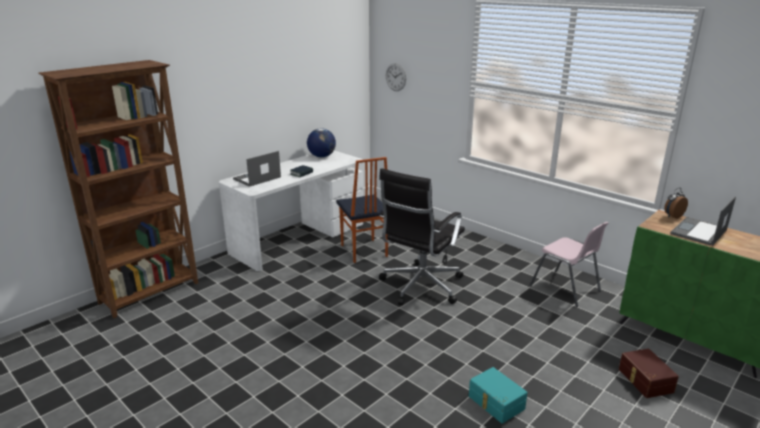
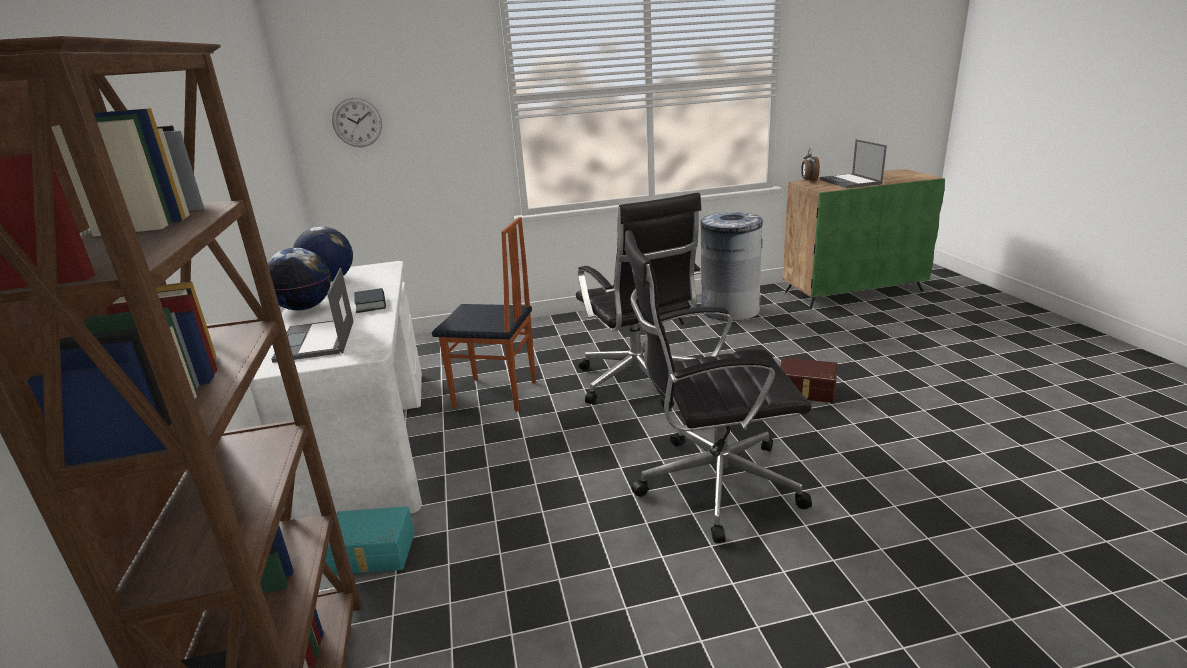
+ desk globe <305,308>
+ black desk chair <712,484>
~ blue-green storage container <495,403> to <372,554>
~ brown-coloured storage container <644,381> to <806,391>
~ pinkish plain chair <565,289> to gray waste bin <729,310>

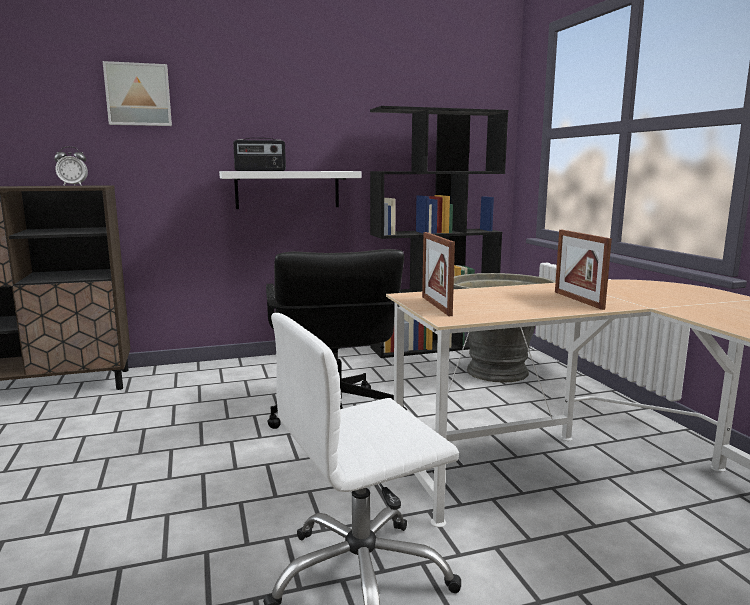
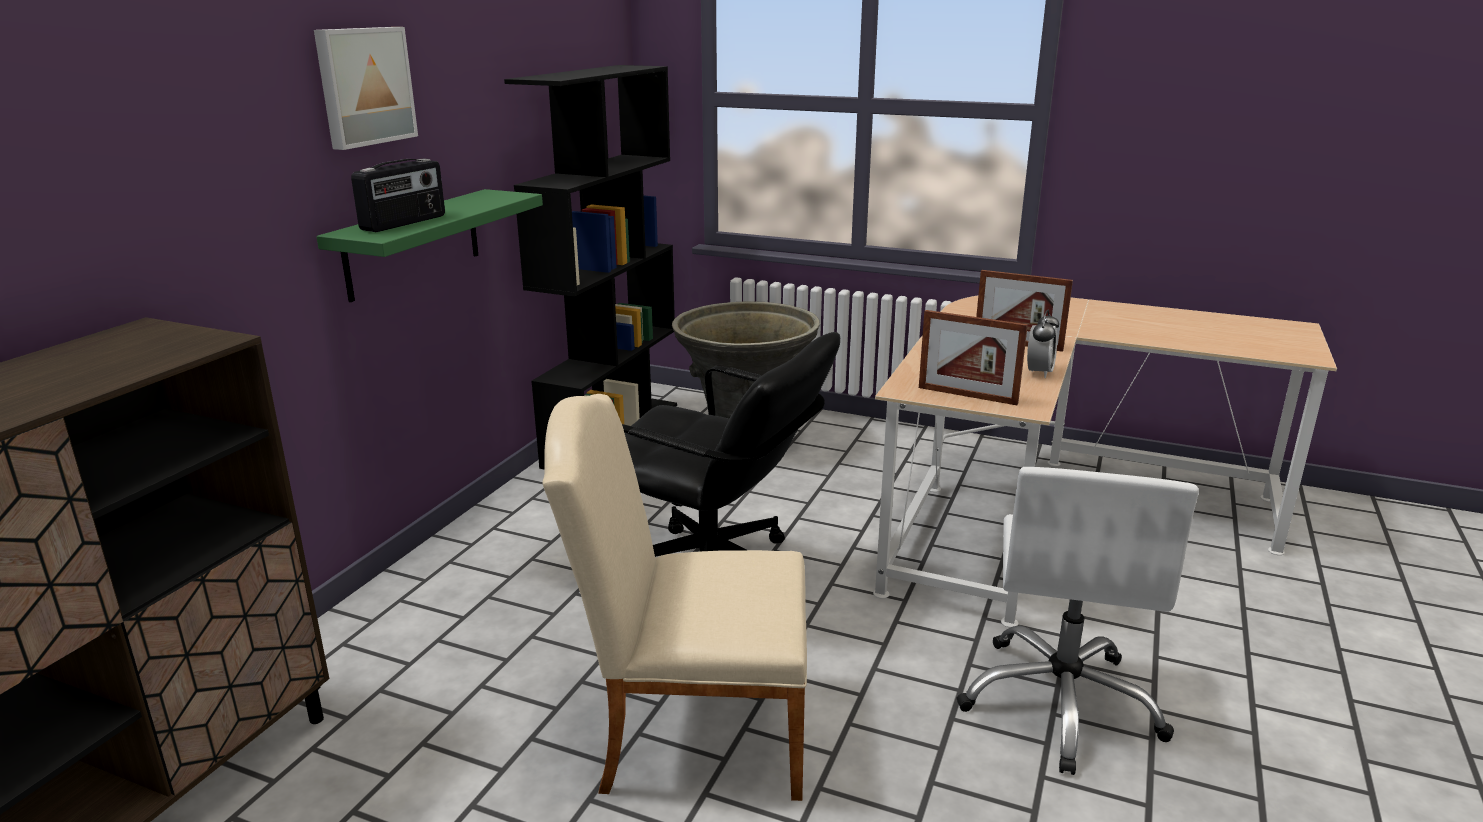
+ sand-coloured plain chair <689,730>
~ table clock <73,185> to <1039,372>
~ picture <138,95> to <364,86>
~ white shelf <287,189> to green-coloured shelf <413,243>

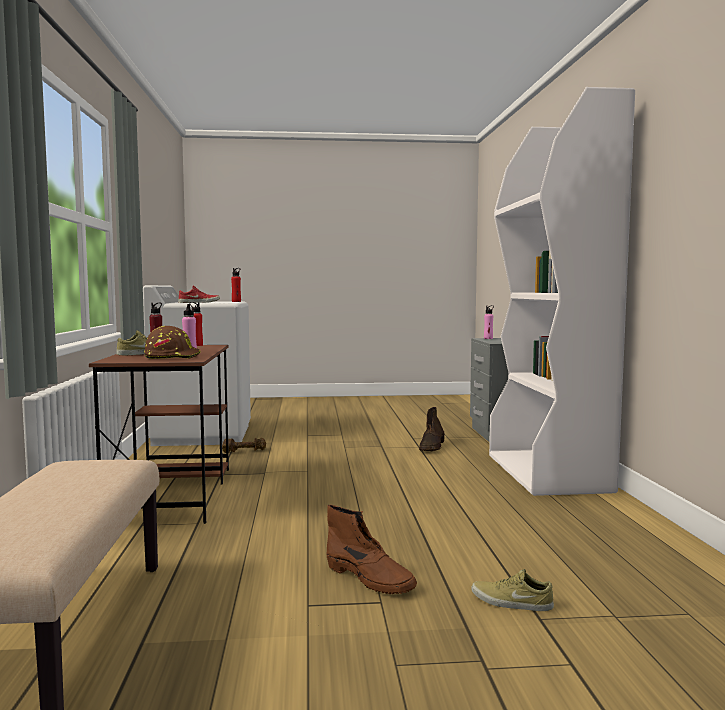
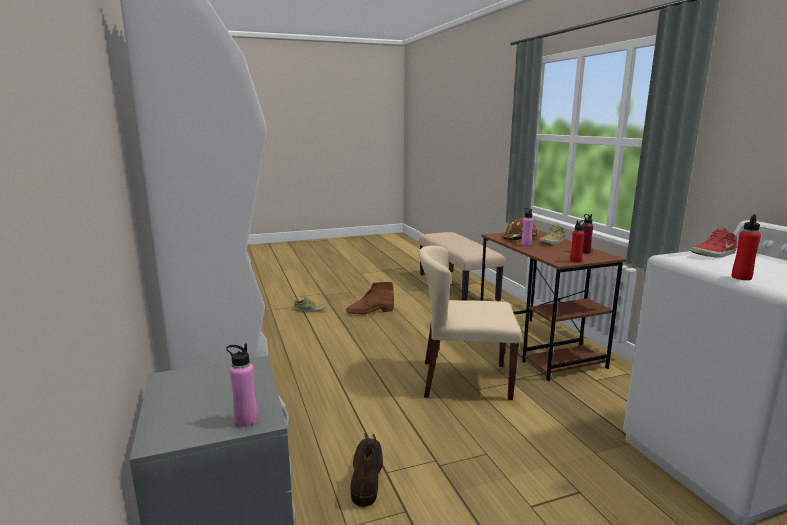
- brown-coloured hand weight <244,451>
+ sand-coloured plain chair <464,380>
~ brown-coloured high-top boot <370,578> = <369,311> 45 degrees counterclockwise

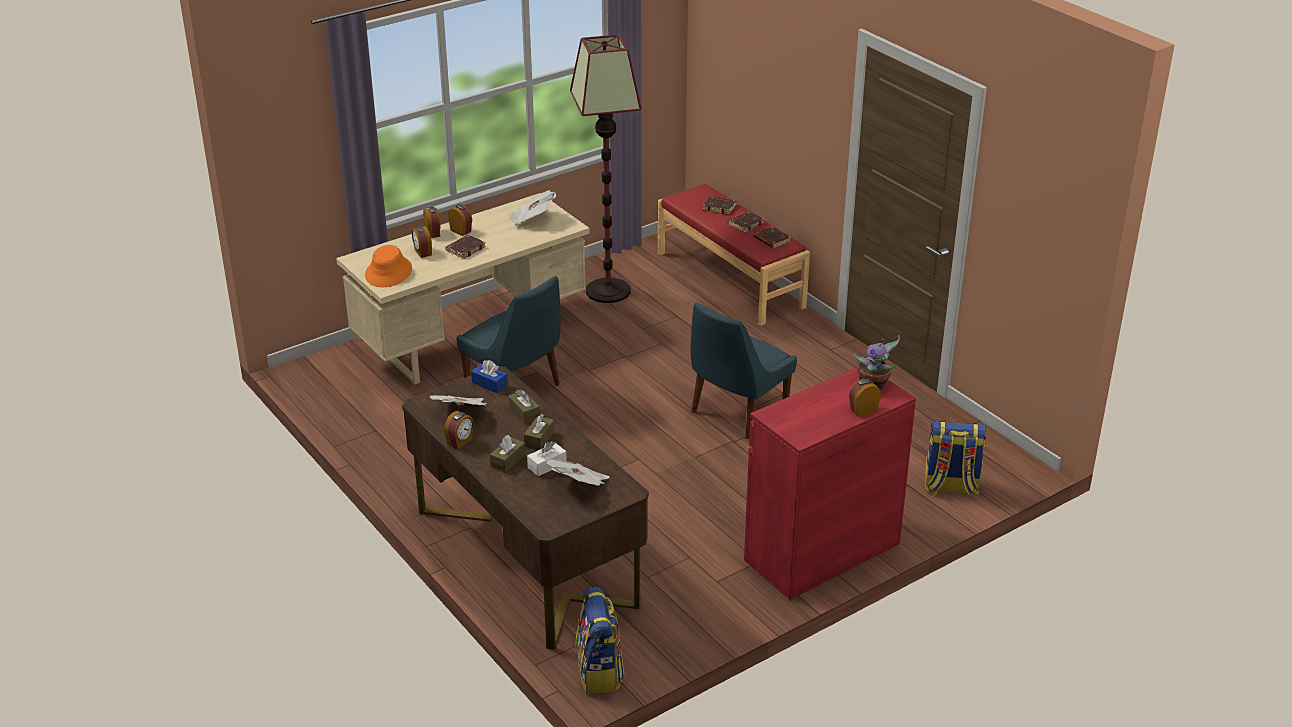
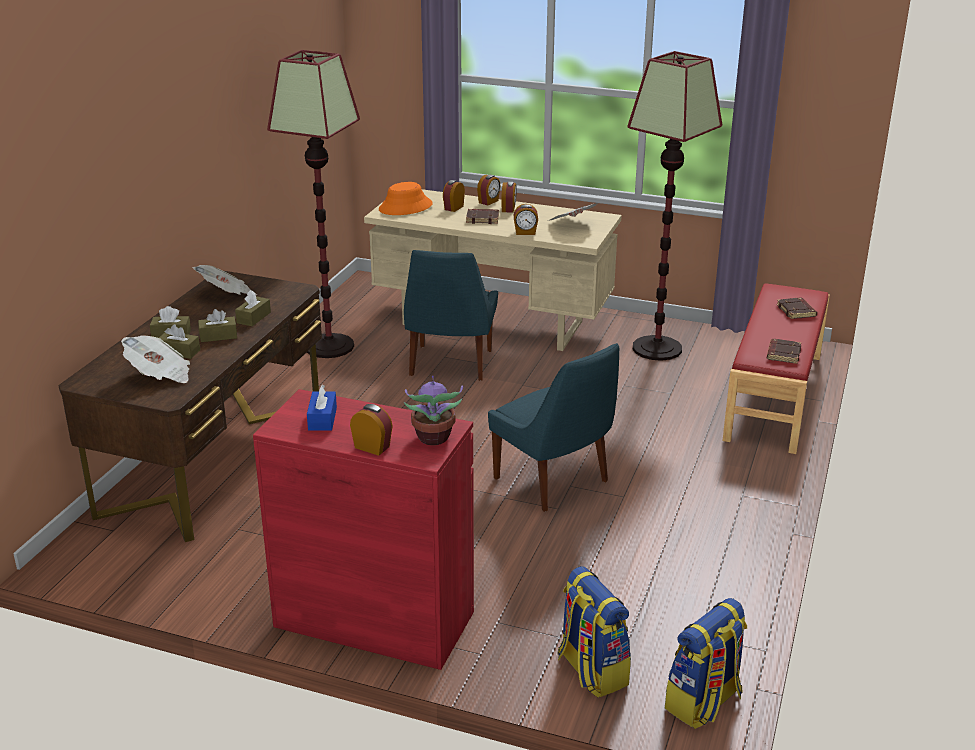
- brown-coloured book <745,224>
+ floor lamp <329,346>
~ table clock <460,441> to <525,232>
~ blue box of tissues <489,384> to <322,419>
~ rucksack <600,672> to <703,703>
~ white box of tissues <547,465> to brown-coloured box of tissues <179,352>
~ blue plain chair <736,413> = <554,482> 135 degrees counterclockwise

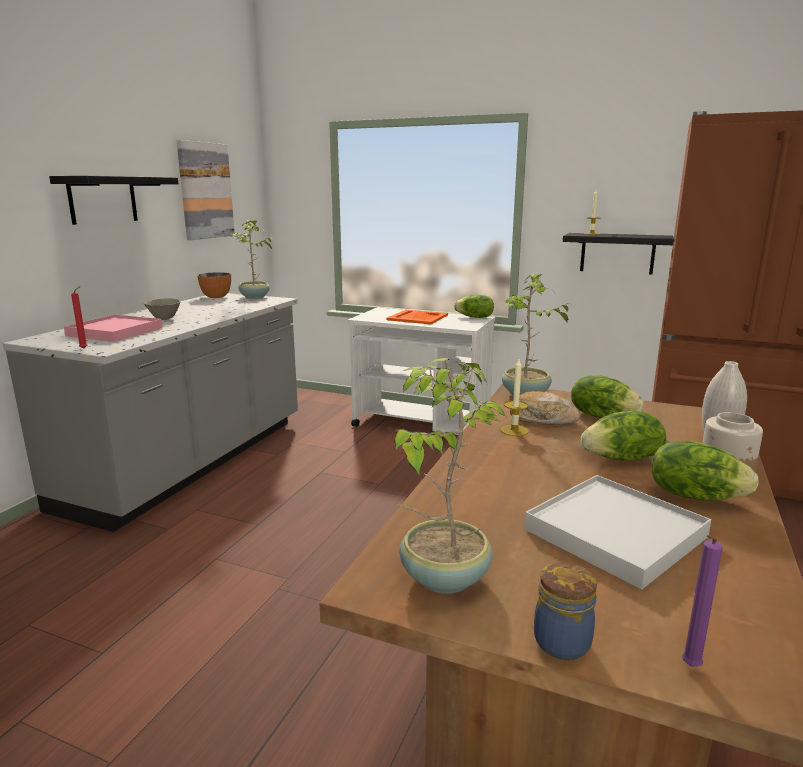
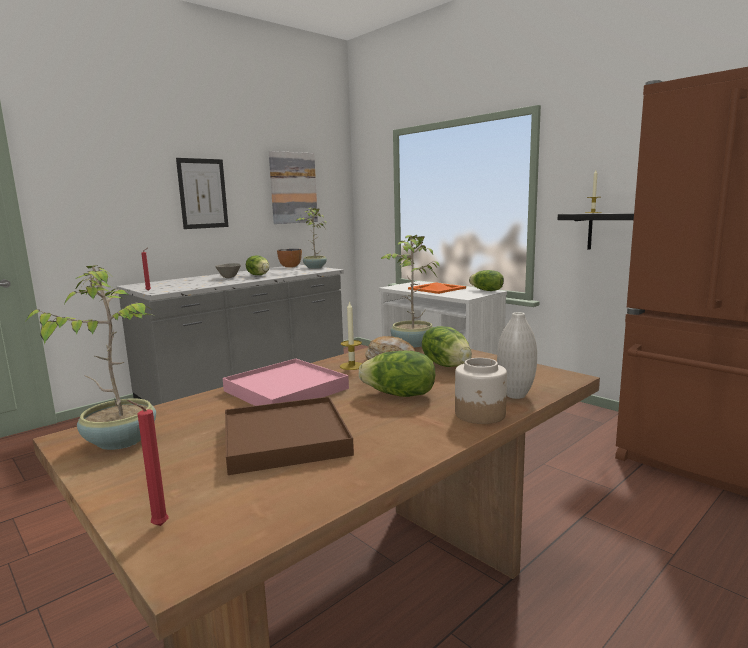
- preserve jar <562,640>
~ pinkish tray <115,332> to <286,390>
~ lettuce <694,495> to <259,275>
~ black shelf <103,199> to picture <203,193>
~ white tray <615,533> to brown-coloured tray <286,439>
~ purple candle <689,667> to red-coloured candle <157,526>

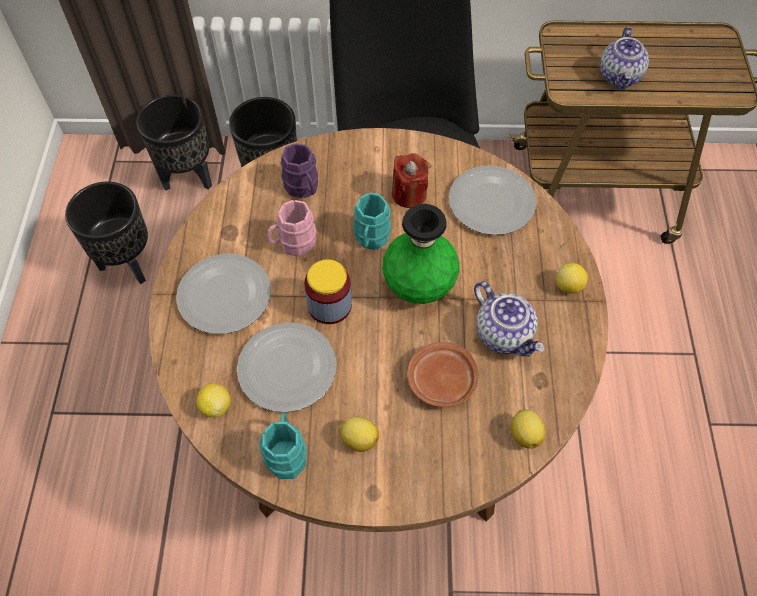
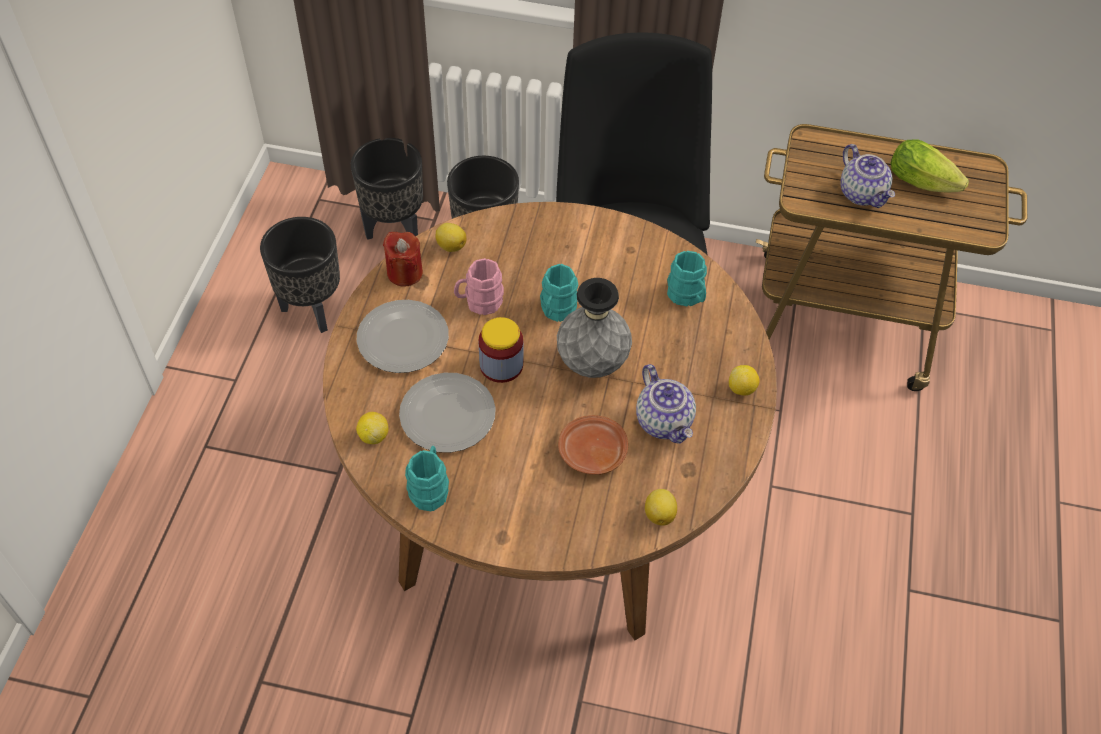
- purple mug <303,188>
+ lettuce <925,183>
~ lemon <358,439> to <450,246>
~ red-coloured candle <409,194> to <404,273>
~ plate <493,202> to blue-green mug <687,297>
~ green-coloured decorative vase <418,287> to gray decorative vase <592,364>
~ teapot <620,77> = <862,194> 45 degrees counterclockwise

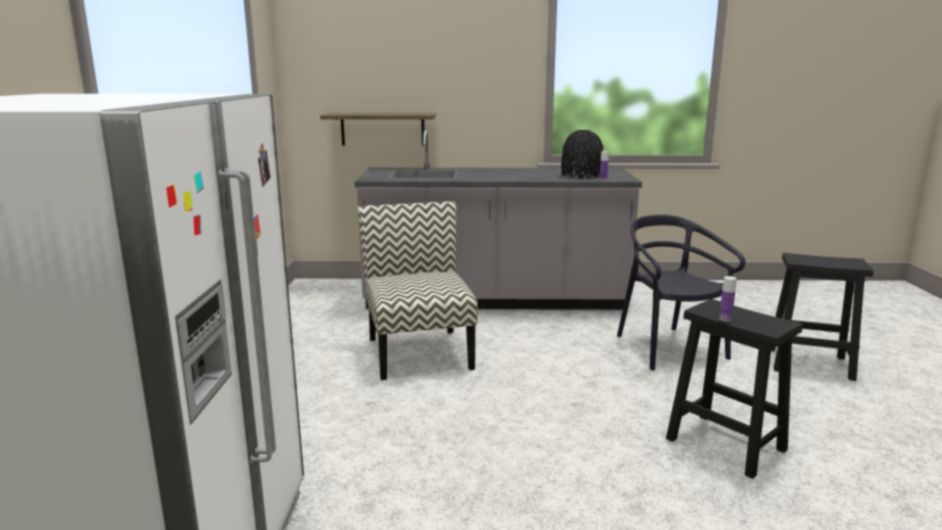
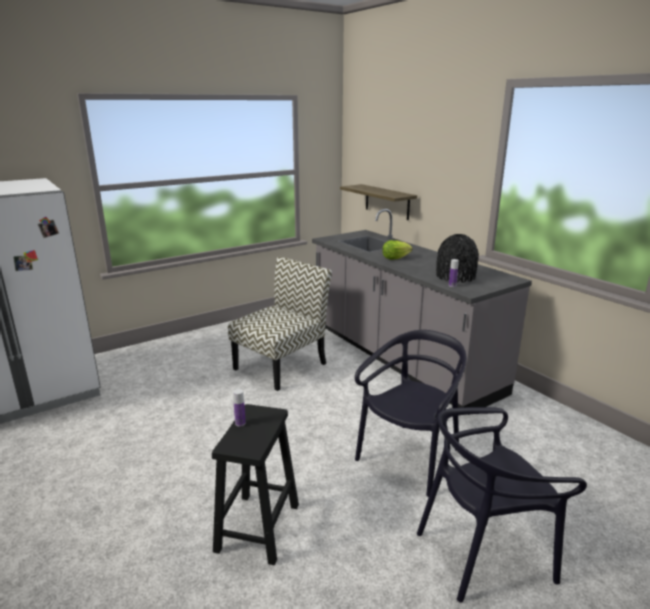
+ lettuce <395,258>
~ black stool seat <807,363> to black plain chair <483,552>

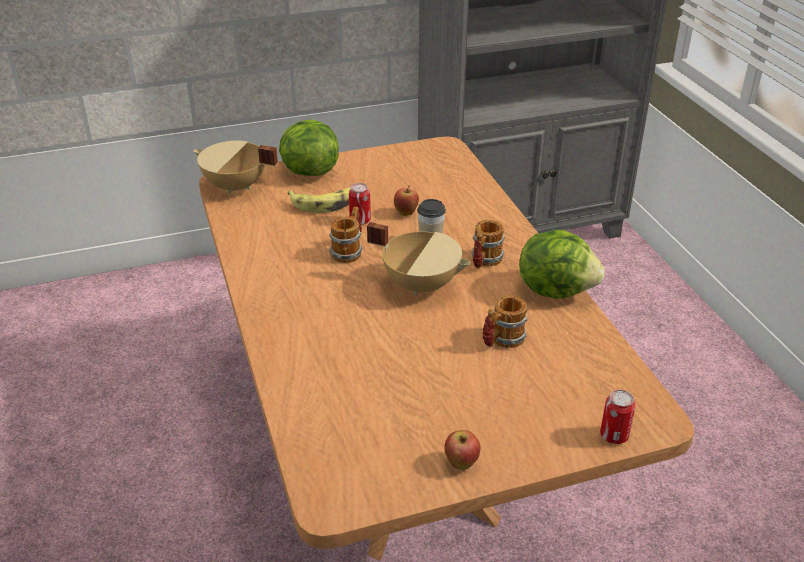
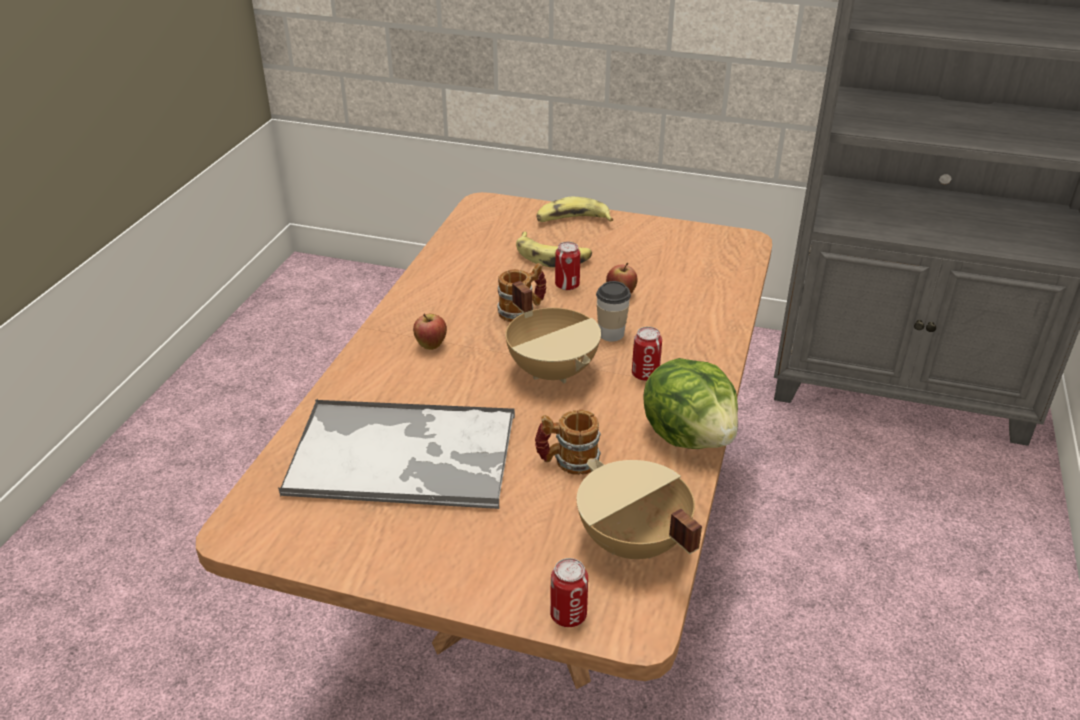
+ tray <405,455>
~ sand-coloured saucepot <235,187> to <631,543>
~ apple <461,464> to <431,346>
~ lettuce <308,171> to whole banana <572,221>
~ mug <484,261> to can <645,374>

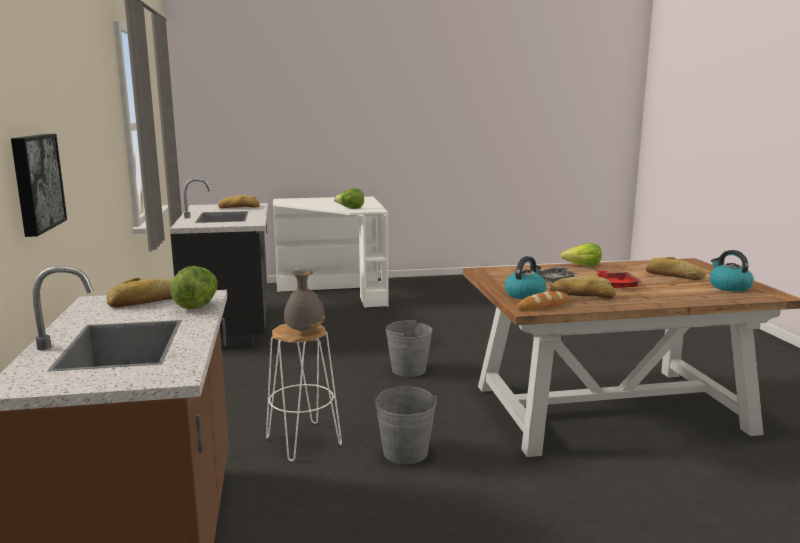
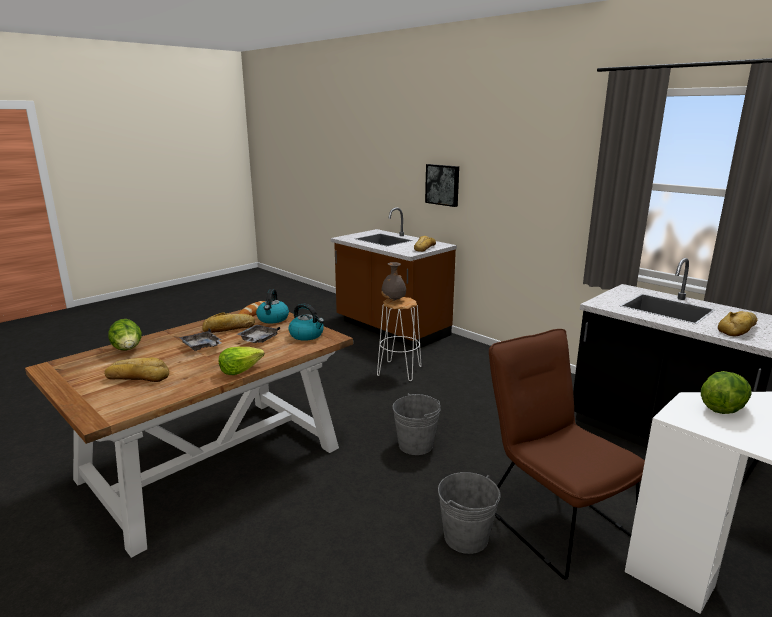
+ brown-coloured plain chair <552,518>
~ lettuce <197,305> to <128,350>
~ gray pail <405,452> to <466,537>
~ water kettle <729,287> to <307,335>
~ red-coloured tray <616,285> to gray tray <202,346>

